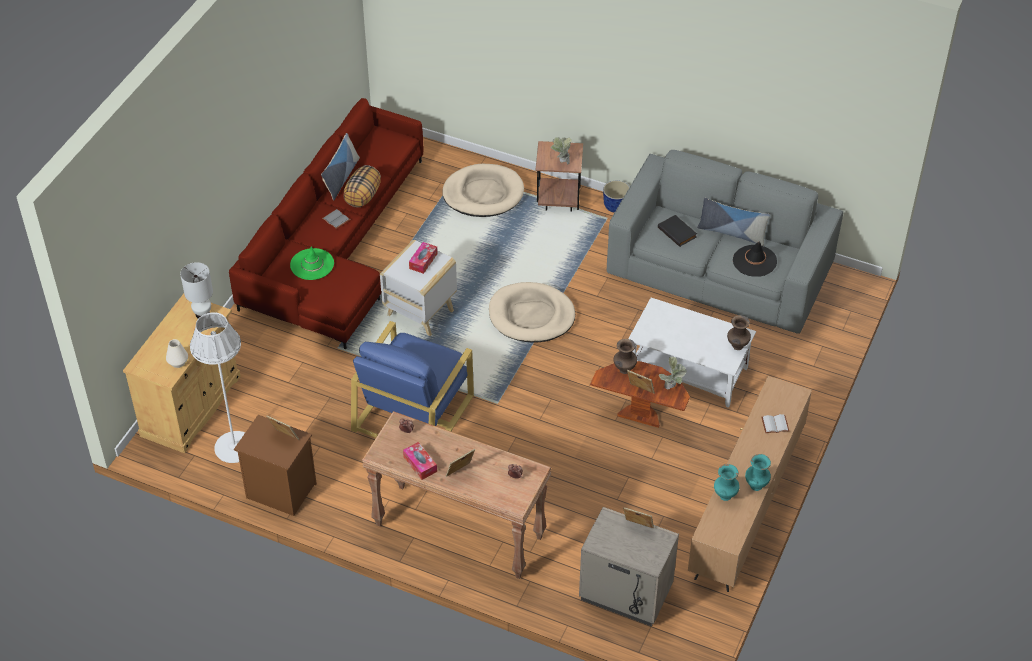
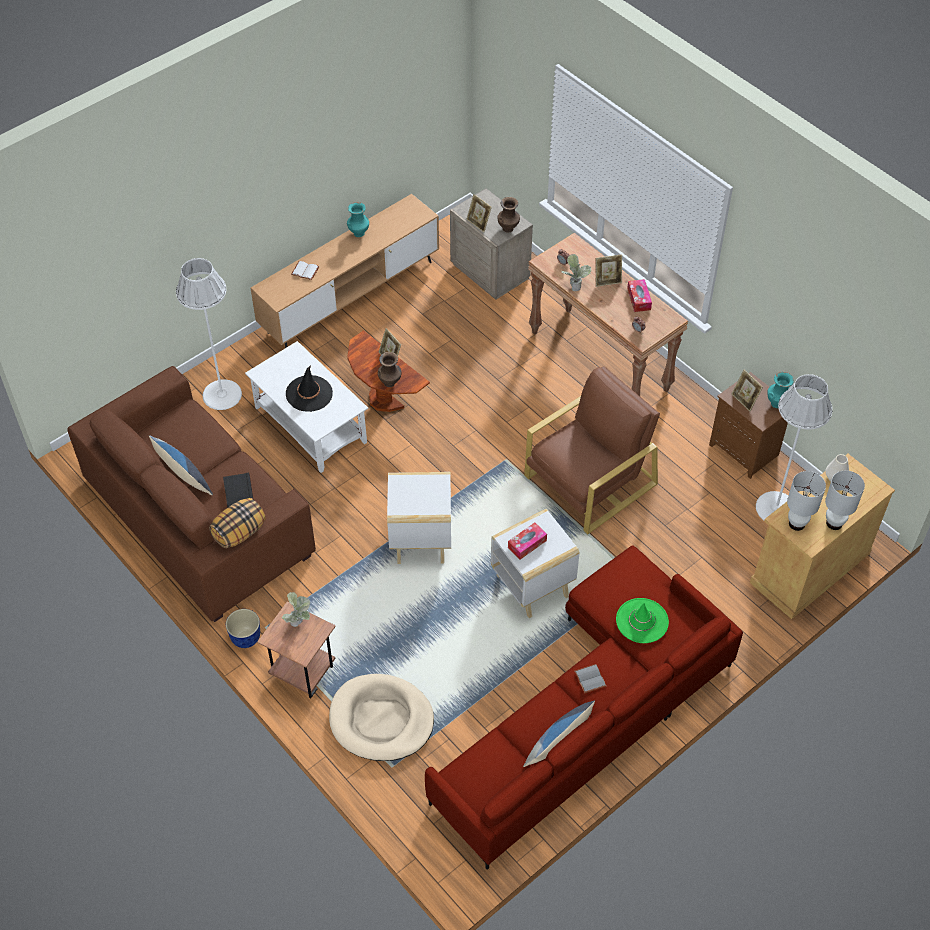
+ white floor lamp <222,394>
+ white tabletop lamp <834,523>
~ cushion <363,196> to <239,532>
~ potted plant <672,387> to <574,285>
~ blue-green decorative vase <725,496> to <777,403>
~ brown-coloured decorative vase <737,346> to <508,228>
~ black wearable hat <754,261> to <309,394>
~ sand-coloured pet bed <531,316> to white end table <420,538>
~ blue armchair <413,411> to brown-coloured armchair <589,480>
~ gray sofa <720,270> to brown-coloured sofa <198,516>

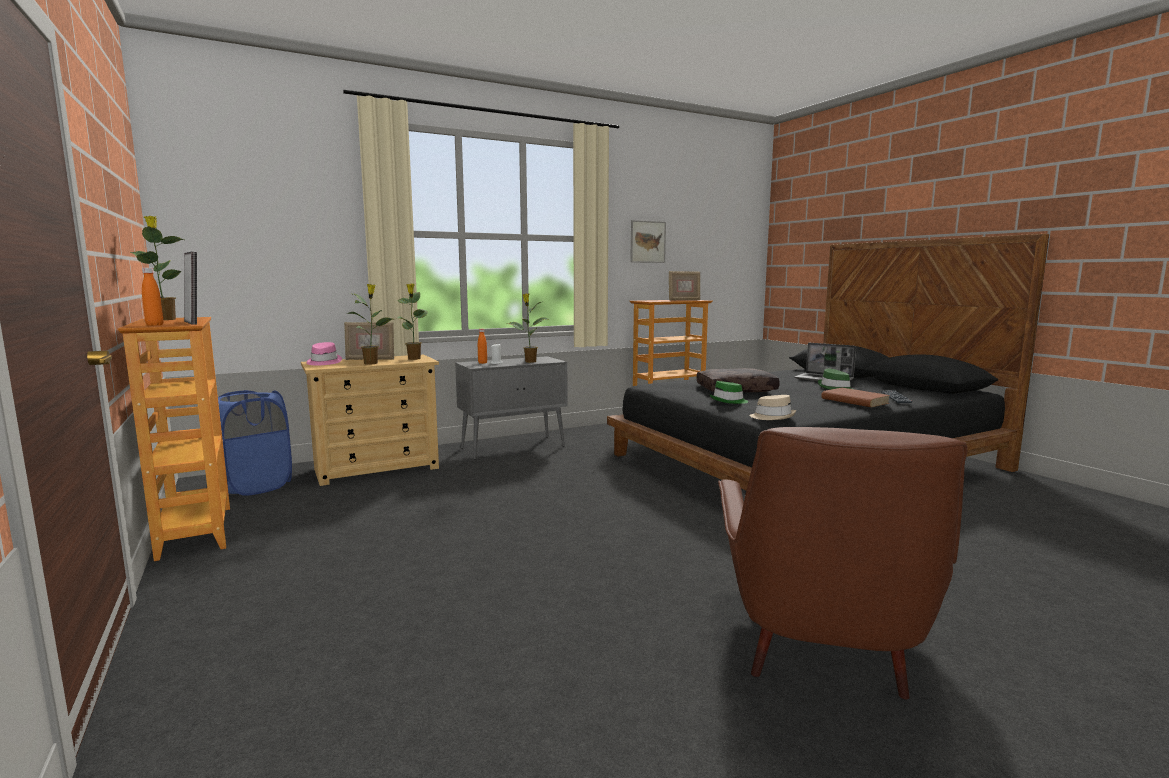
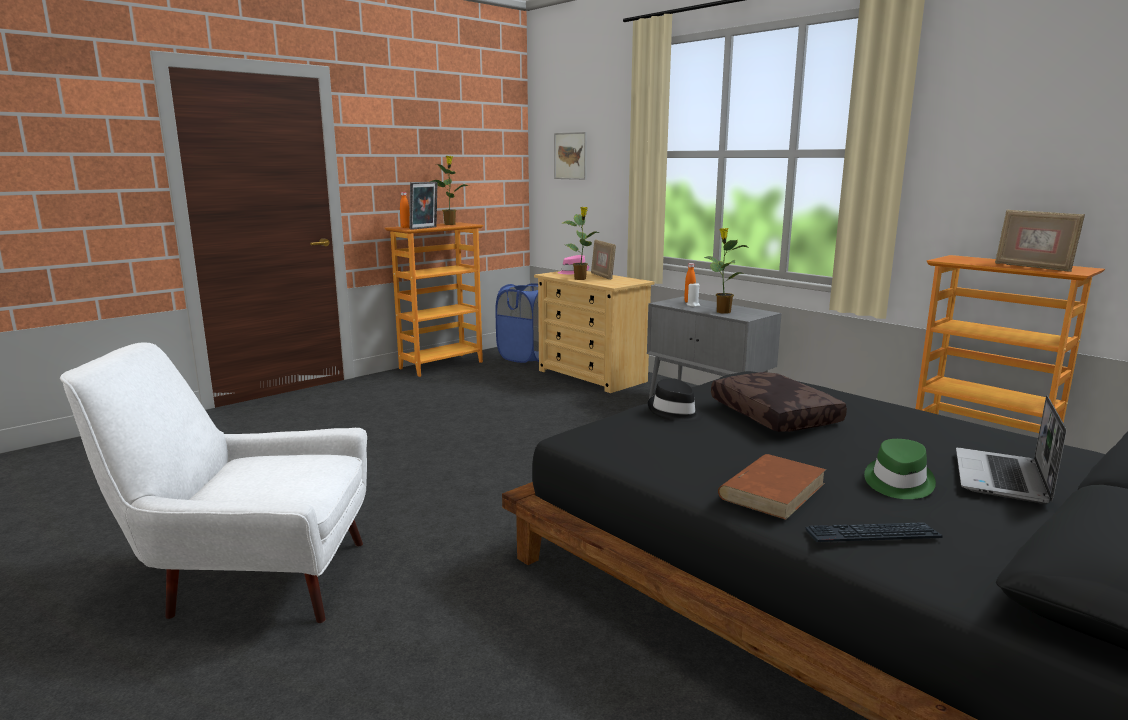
- potted plant <414,359>
- sand-coloured wearable hat <772,417>
~ picture <647,242> to <570,156>
~ green-coloured wearable hat <729,401> to black wearable hat <675,412>
~ brown-coloured armchair <820,650> to white armchair <251,580>

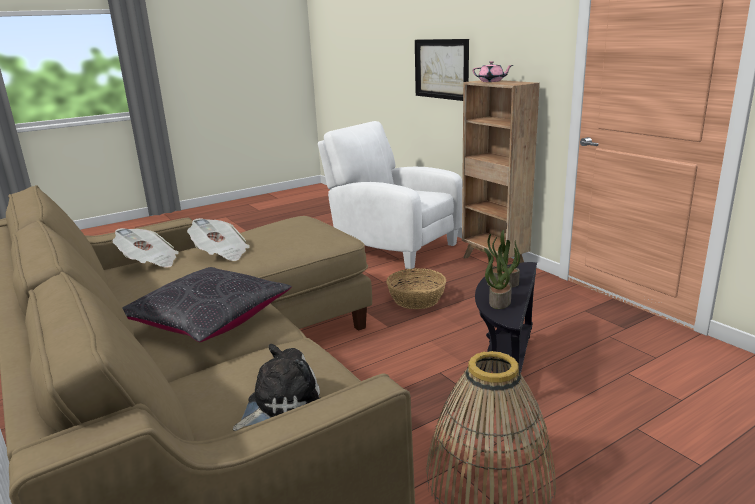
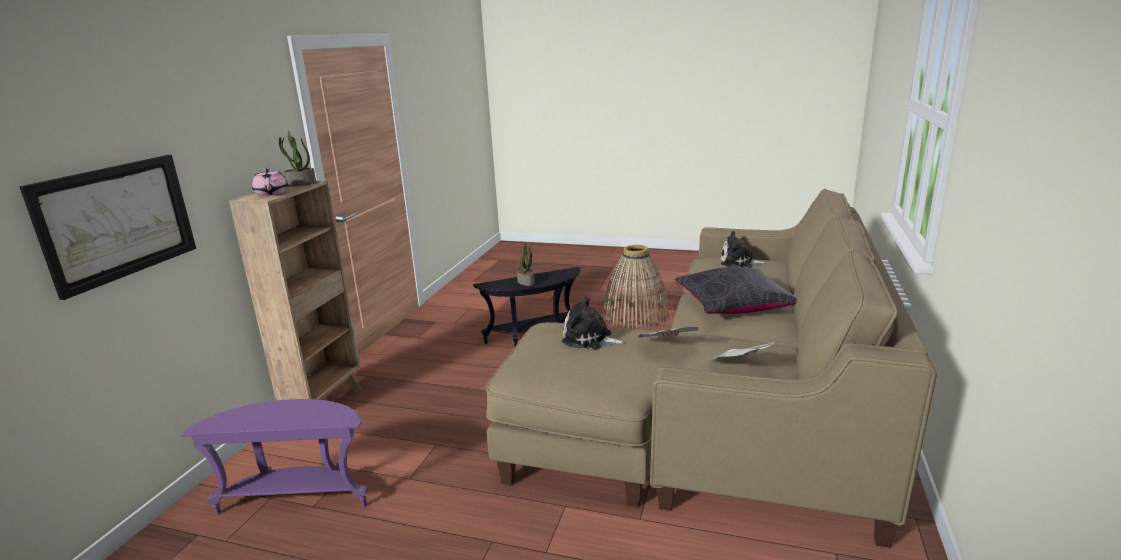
- household basket <417,299>
+ soft toy <590,339>
~ potted plant <499,301> to <300,184>
~ white armchair <392,246> to purple end table <298,497>

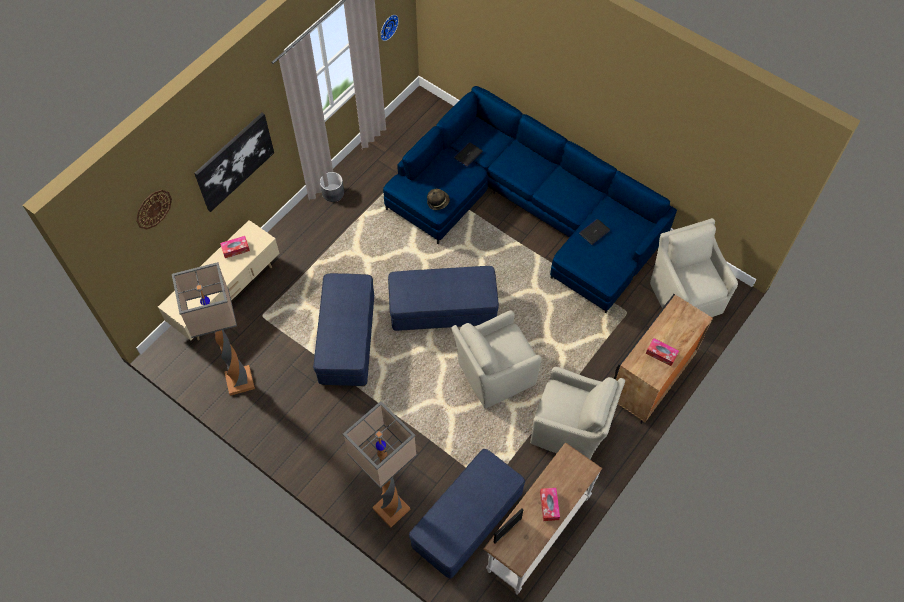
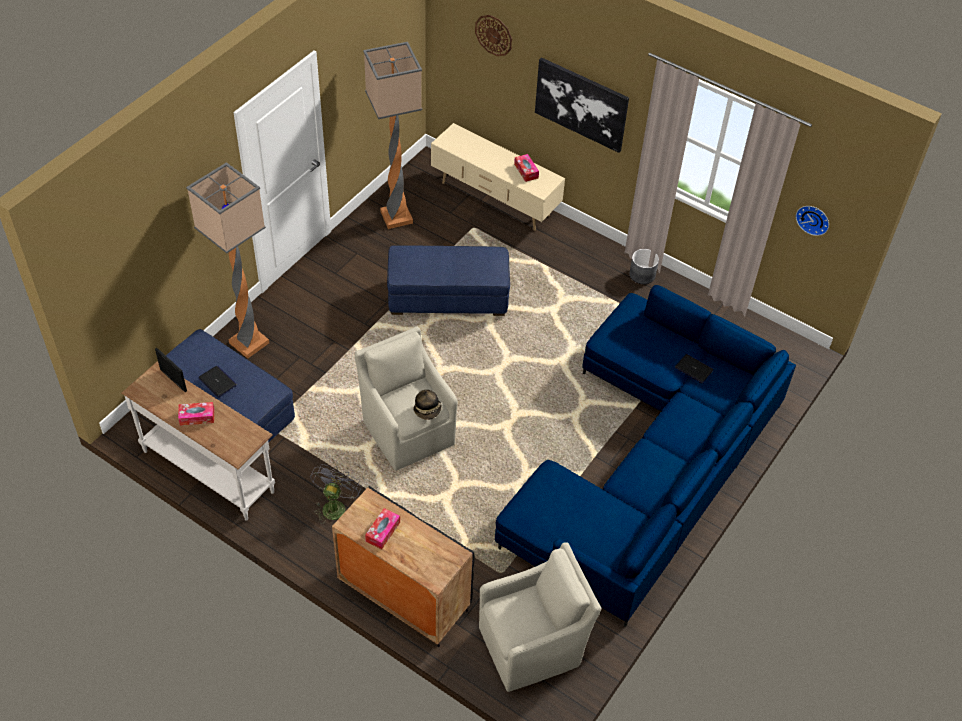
- blue pouffe <443,309>
~ wearable hat <438,202> to <428,410>
~ portable computer <594,232> to <218,382>
~ sand-coloured armchair <570,430> to gray fan <335,505>

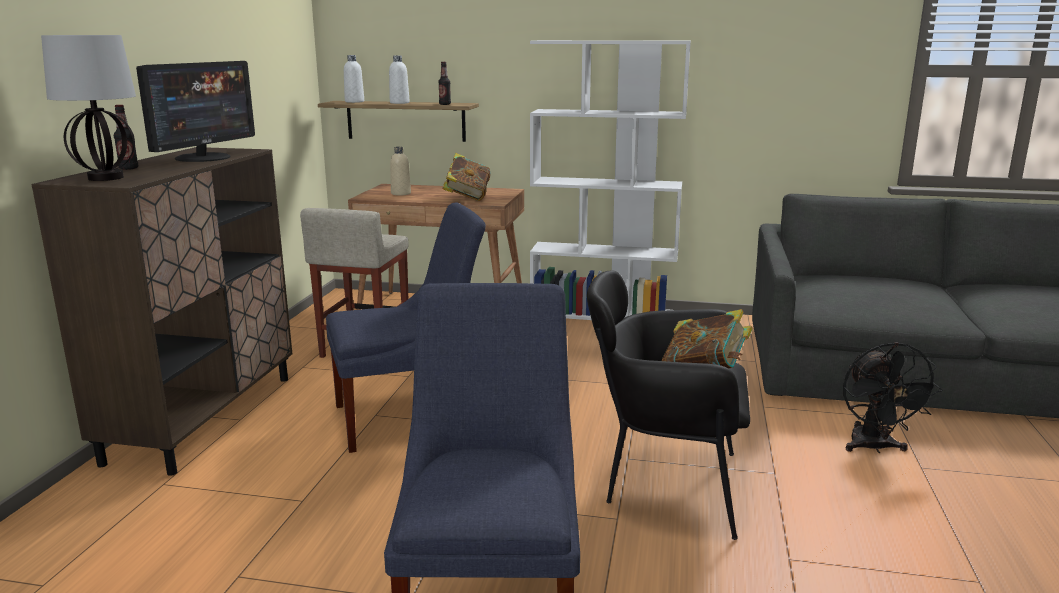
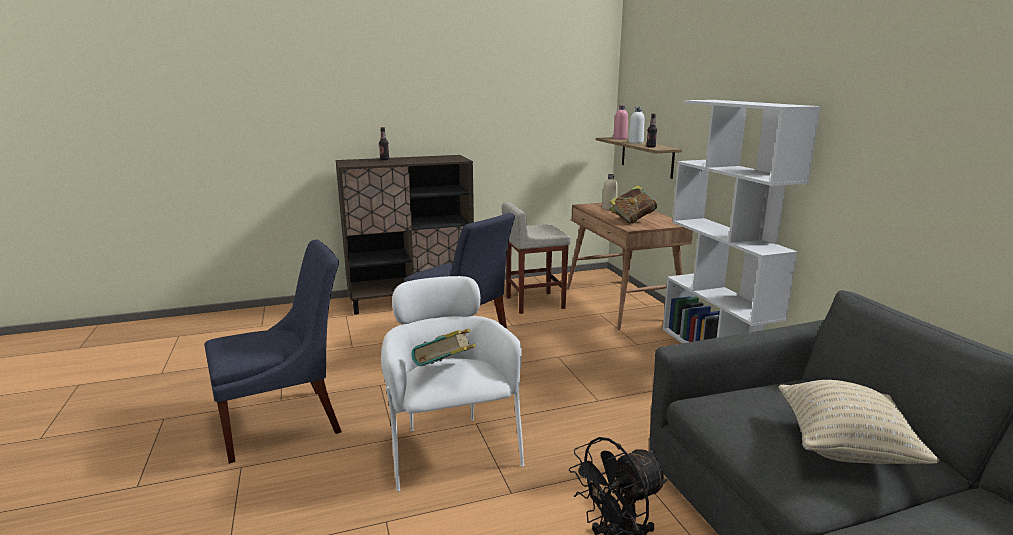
- tabletop lamp <105,178>
- computer screen <204,157>
+ sand-coloured cushion <844,448>
~ white beverage bottle <354,101> to pinkish beverage bottle <620,138>
~ black armchair <665,485> to white armchair <450,446>

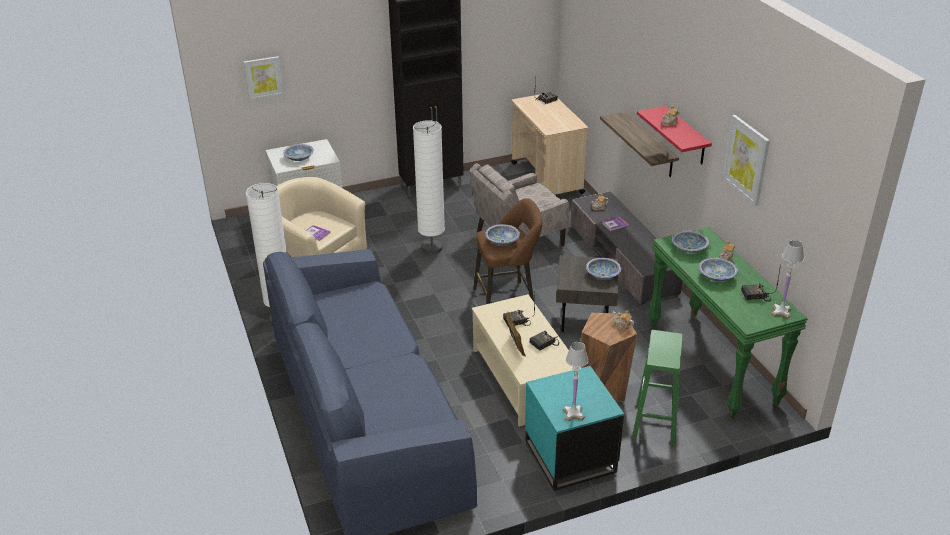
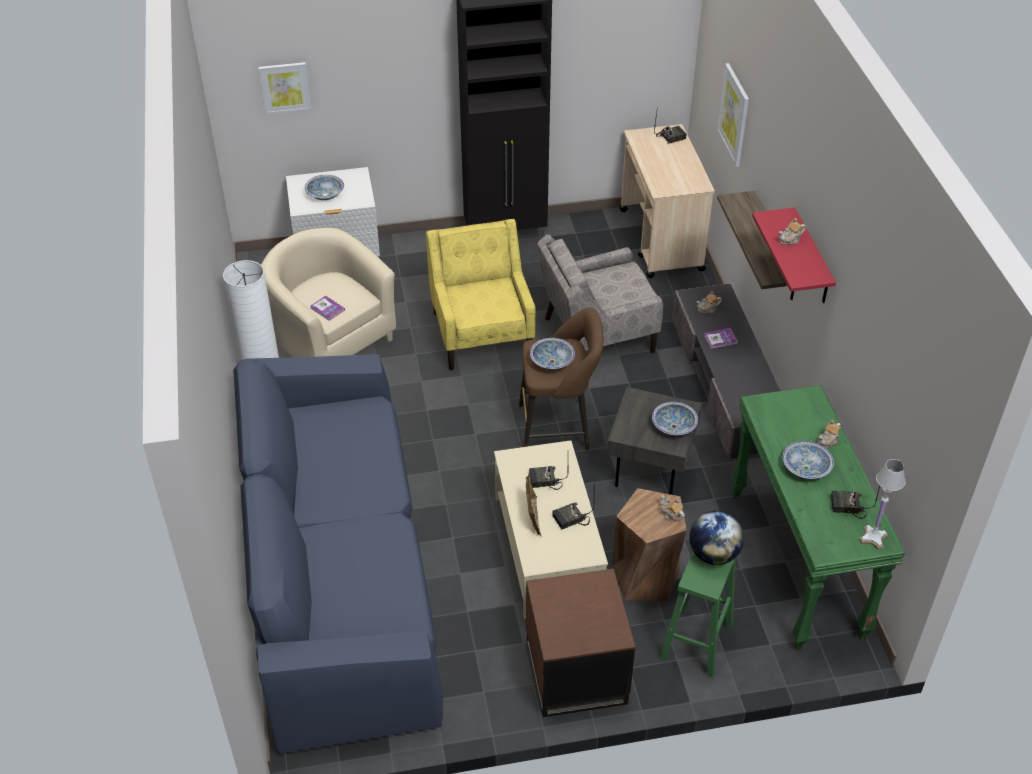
- white tabletop lamp <573,414>
- bowl <689,248>
+ desk globe <713,554>
~ picture <746,159> to <734,115>
~ white floor lamp <432,248> to yellowish armchair <482,333>
~ blue-green end table <569,456> to brown-coloured end table <575,671>

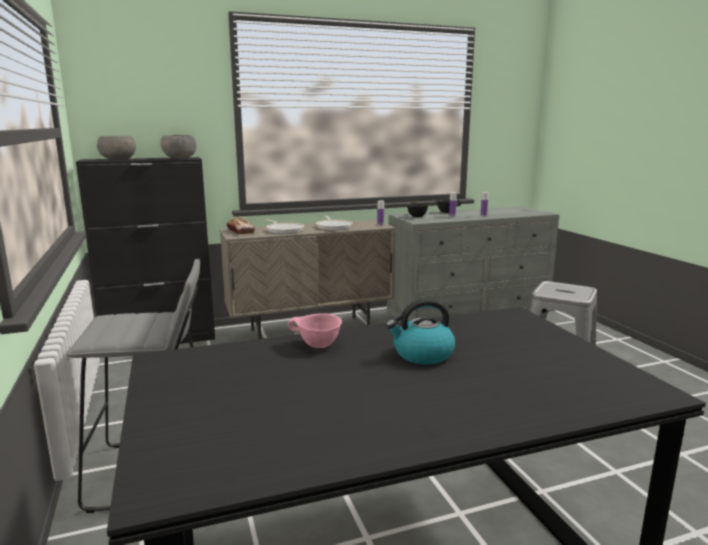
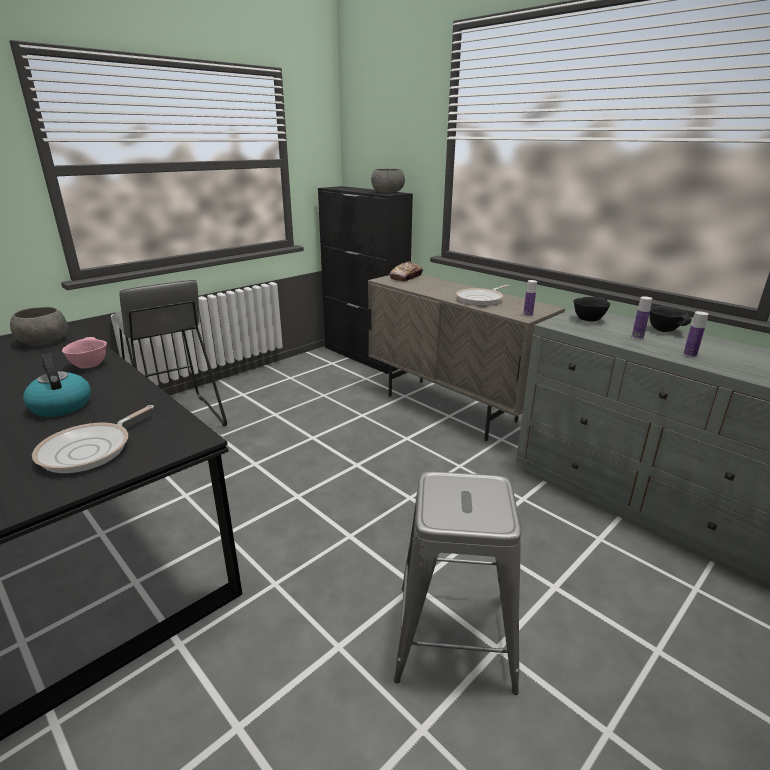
~ gray bowl <118,159> to <44,341>
~ pan <284,230> to <90,450>

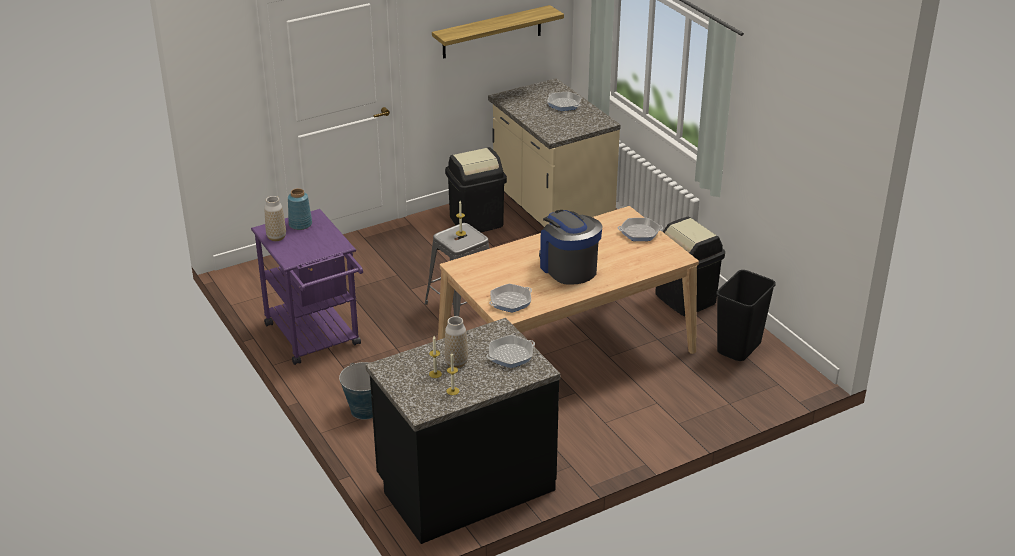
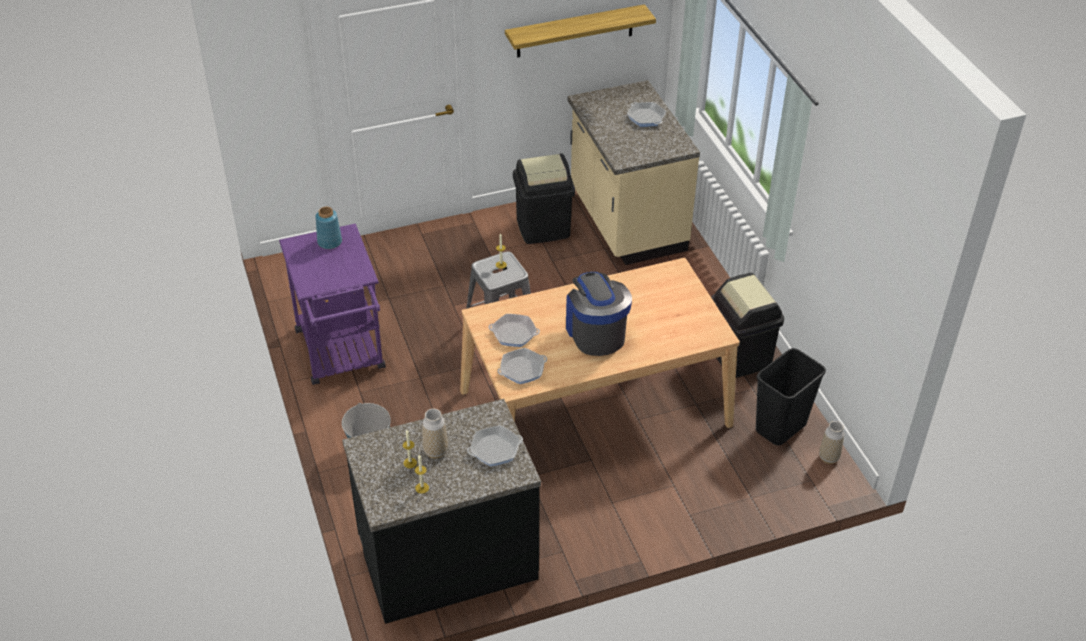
~ decorative vase <276,237> to <828,458>
~ pan <640,233> to <514,334>

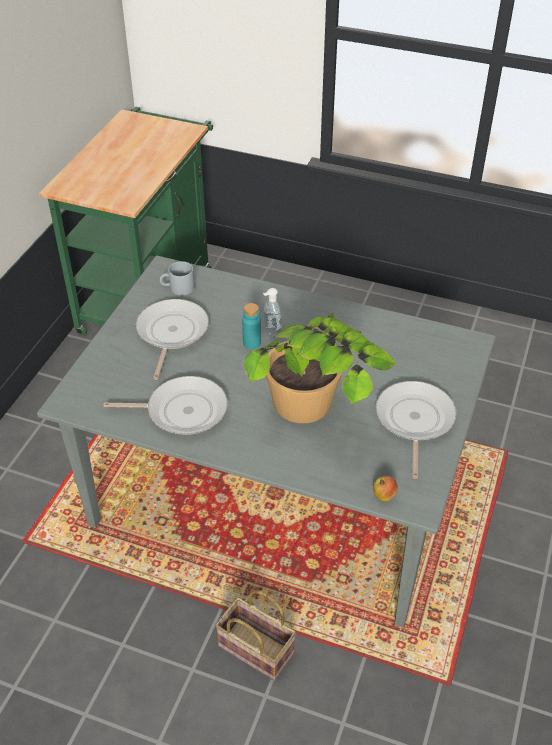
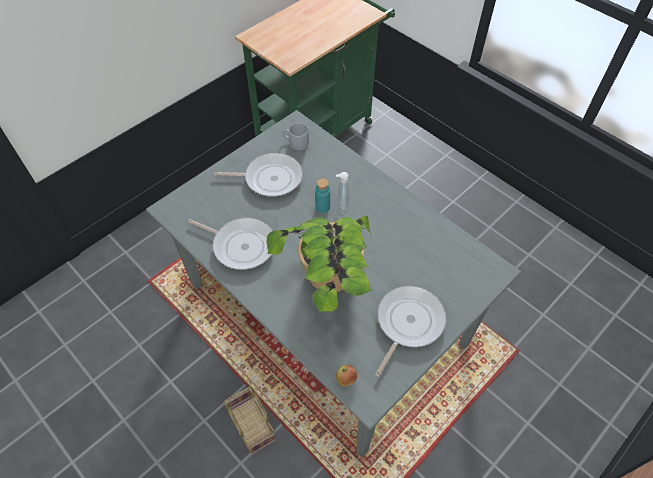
~ pan <171,333> = <270,178> 60 degrees clockwise

